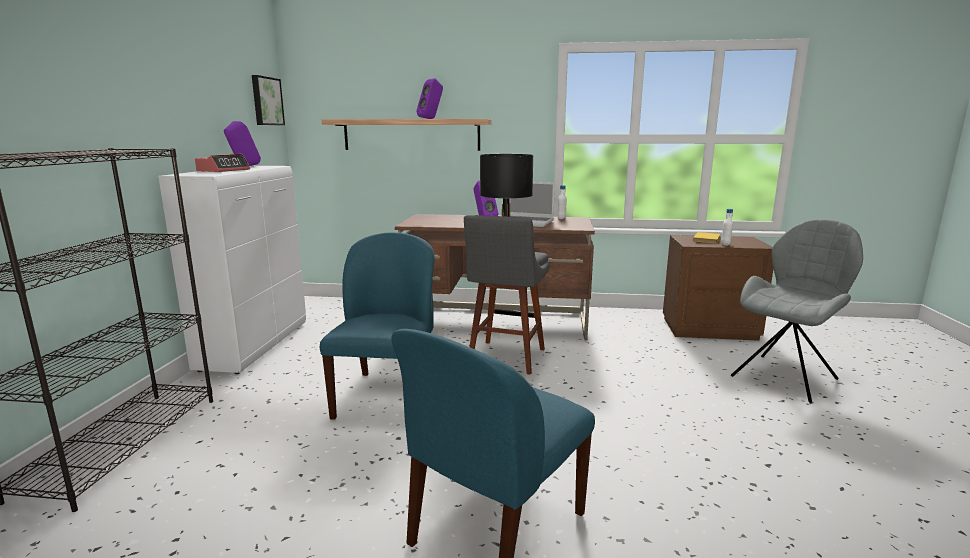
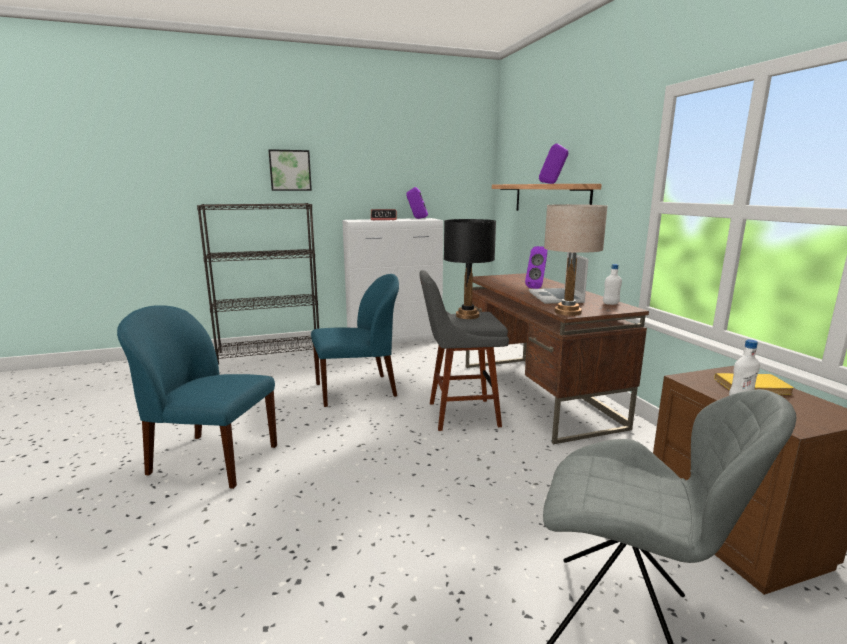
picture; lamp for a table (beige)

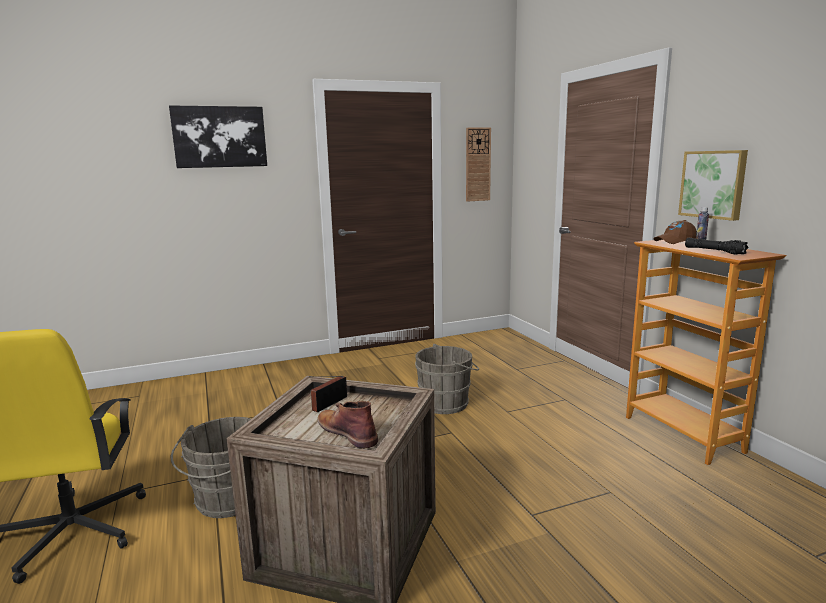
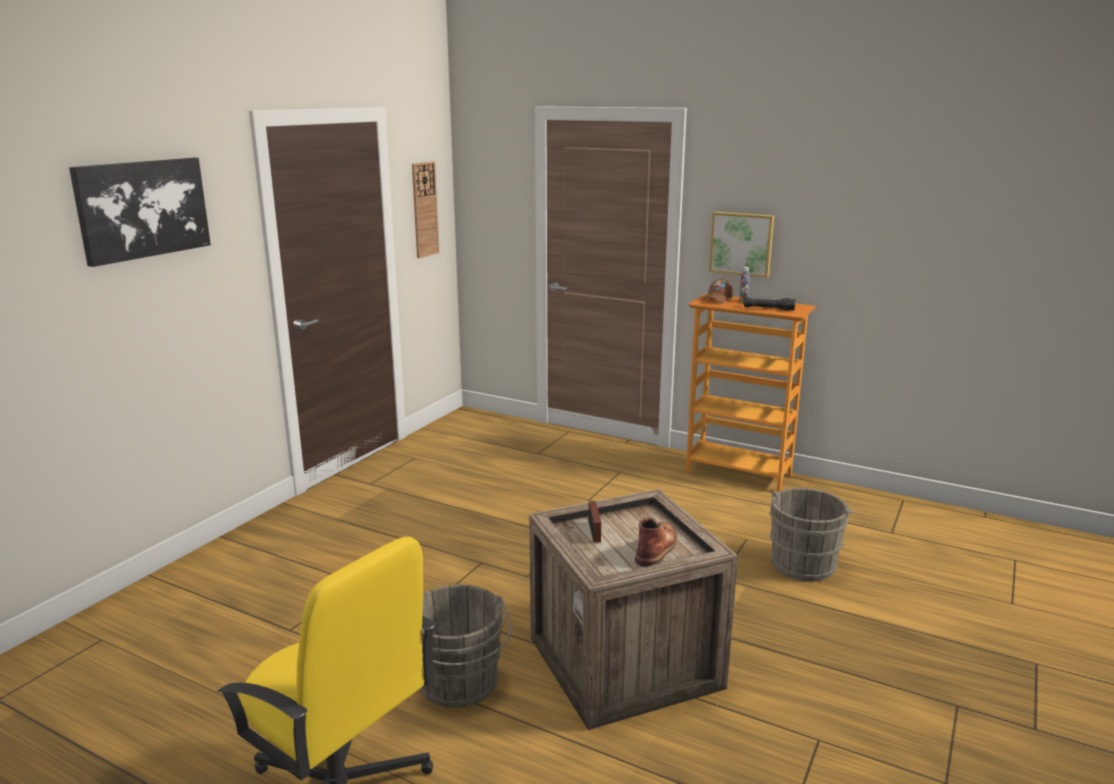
pail (gray) (2nd from left); boot (brown-coloured)

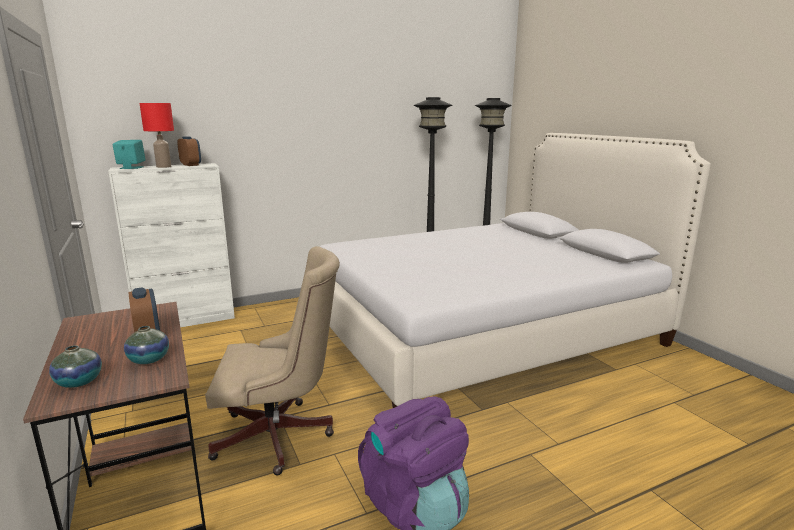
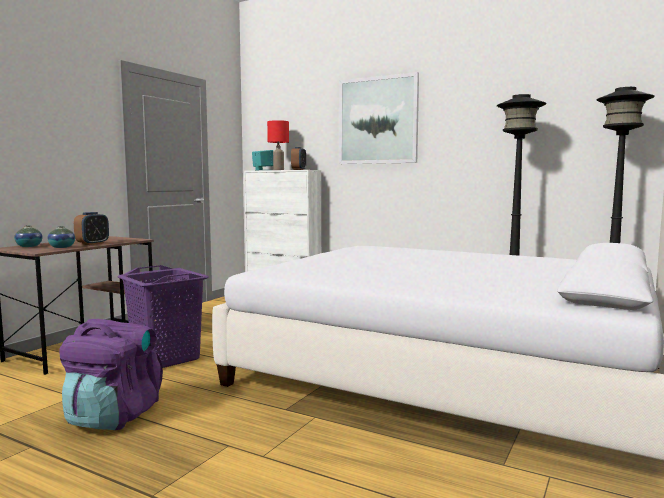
washing basket (purple-coloured); picture

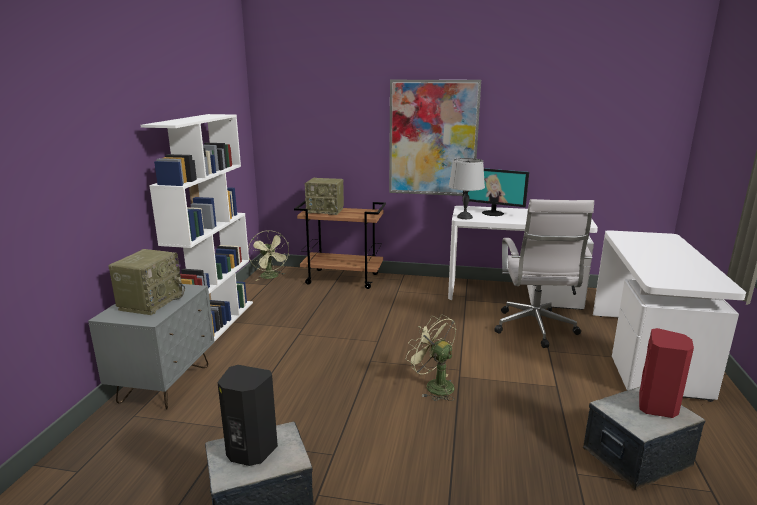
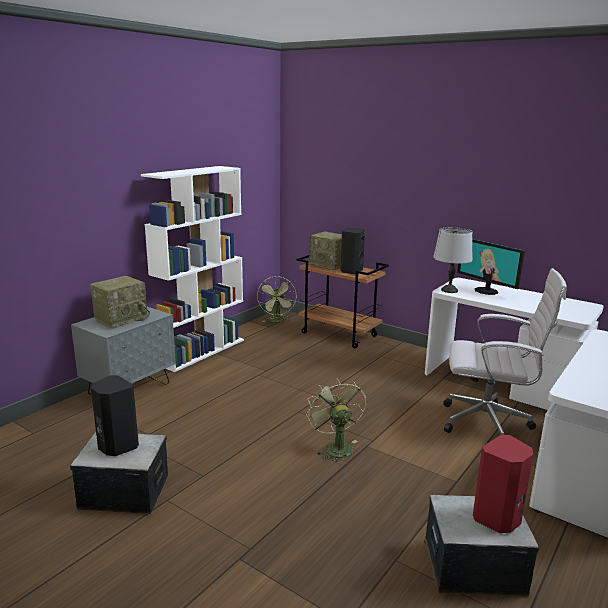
picture; desk chair (whitish); loudspeaker (black) (2nd from left)

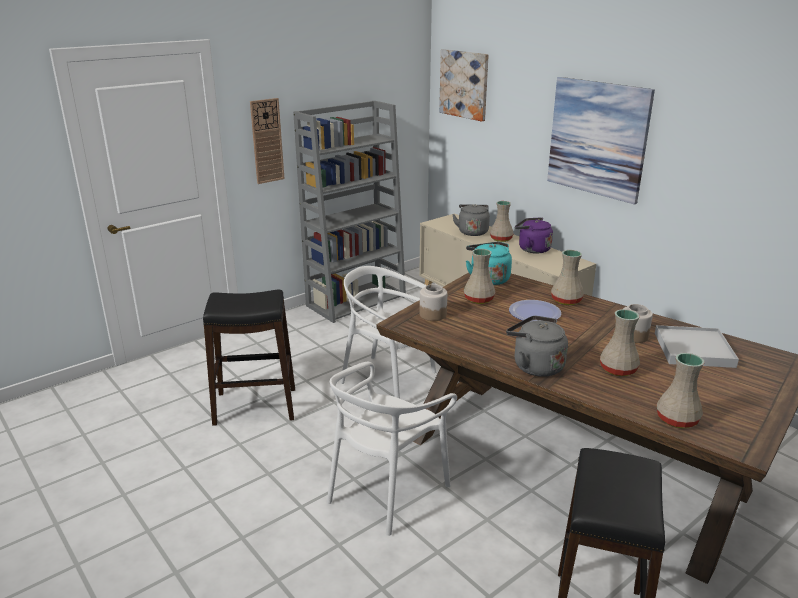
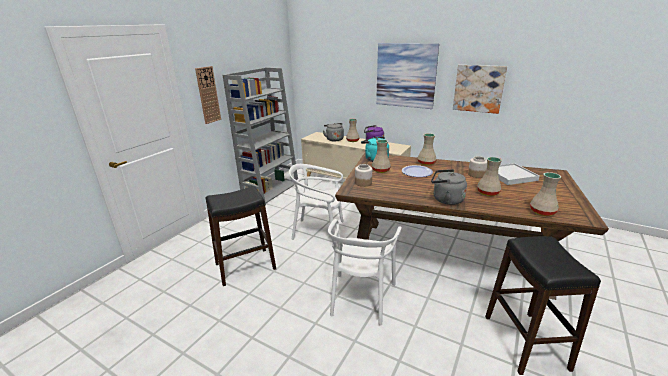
picture (2nd from left)

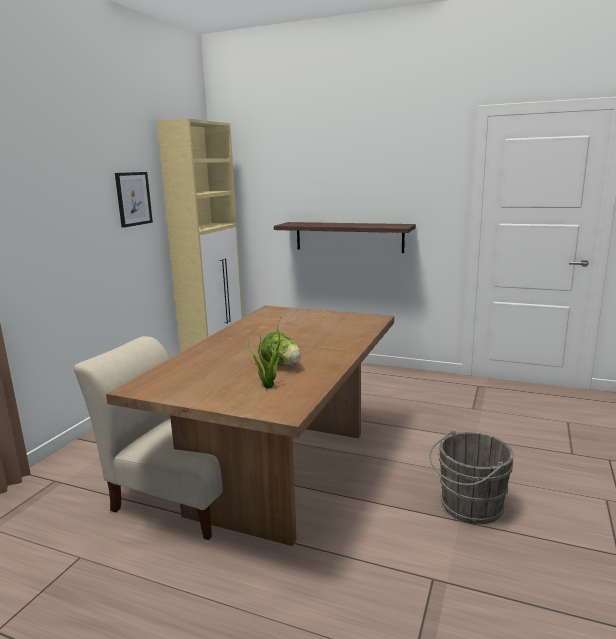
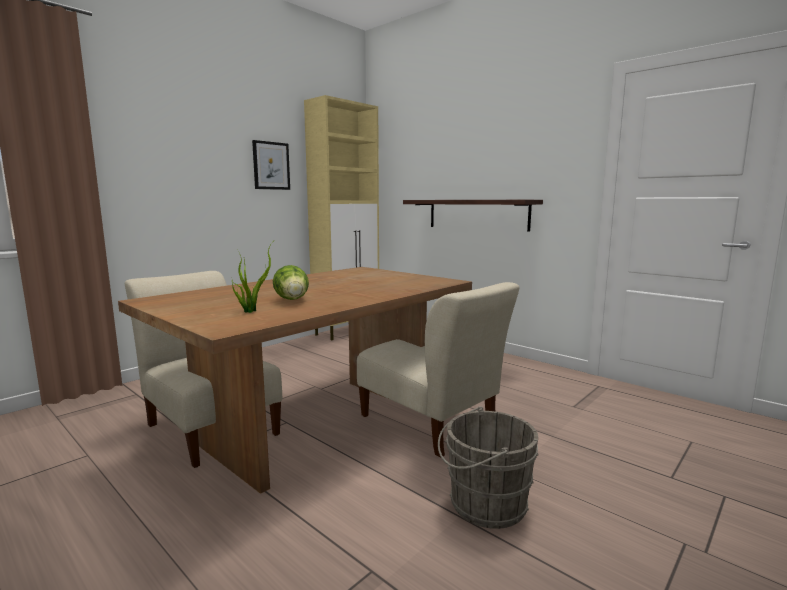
plain chair (beige) (2nd from left)

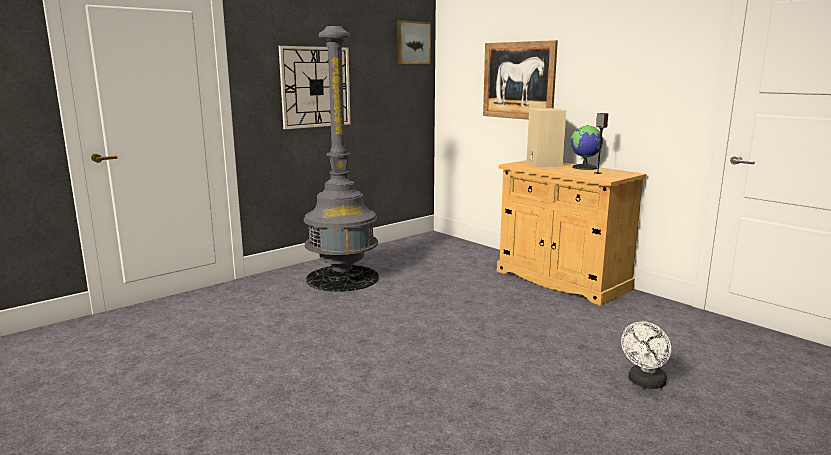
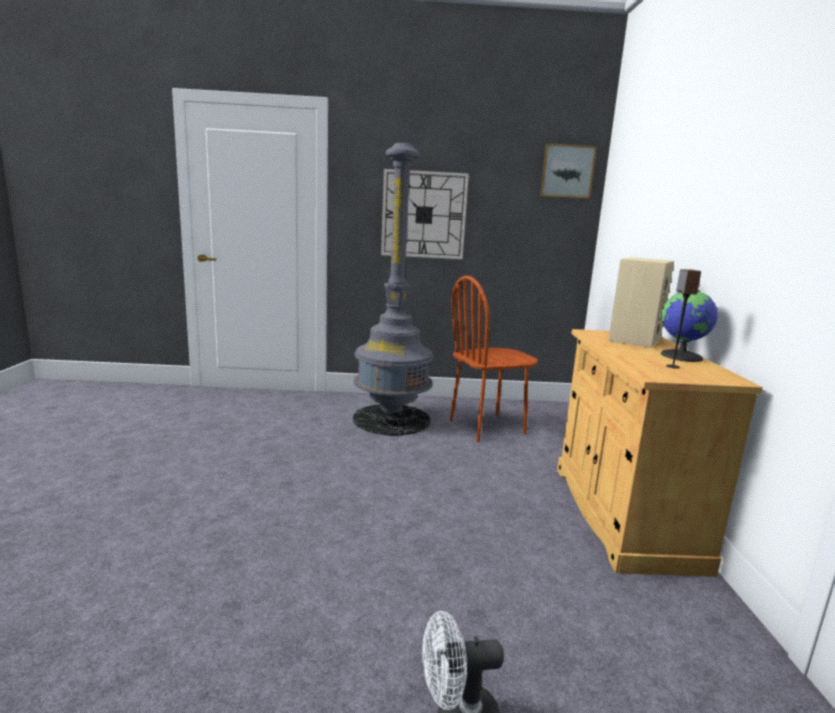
picture (2nd from left in the first image); plain chair (brown-coloured)

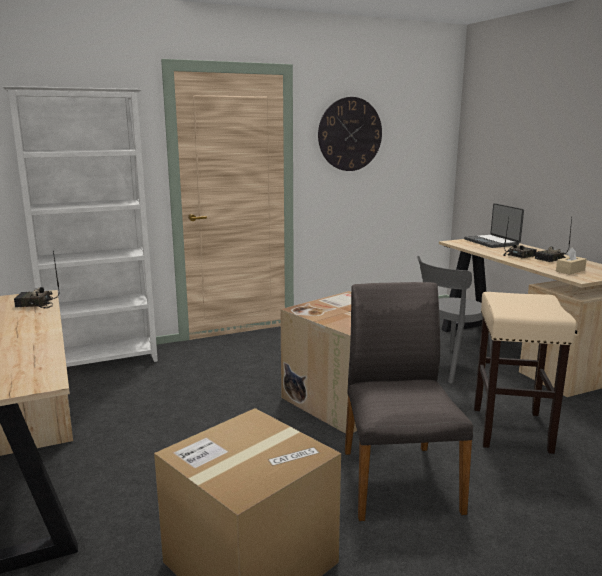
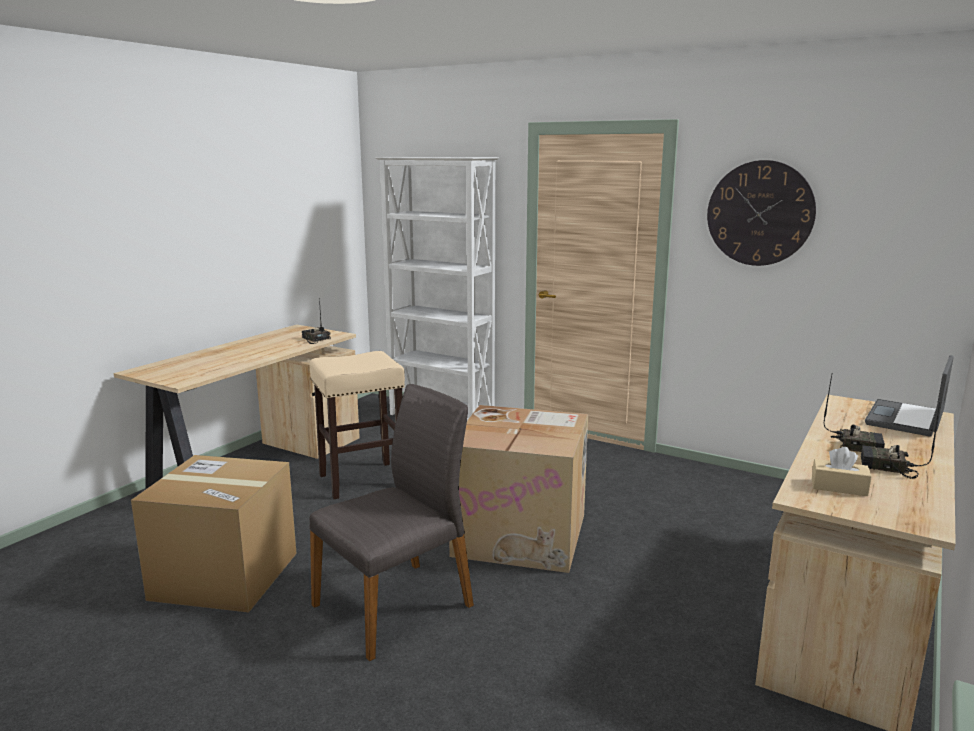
plain chair (gray) (2nd from left in the first image); stool (beige)

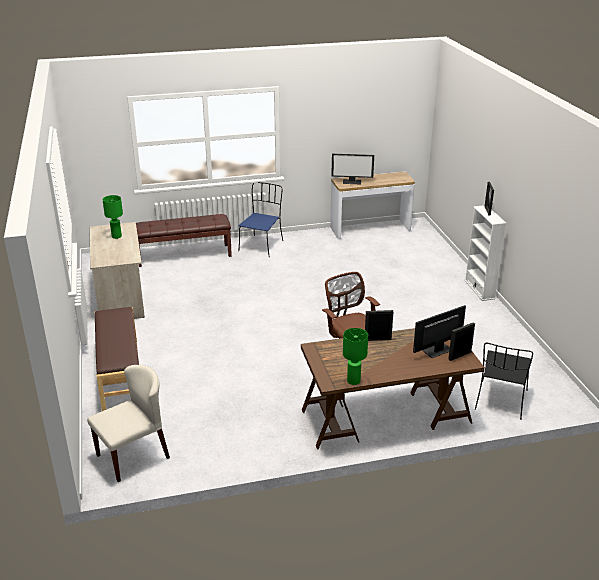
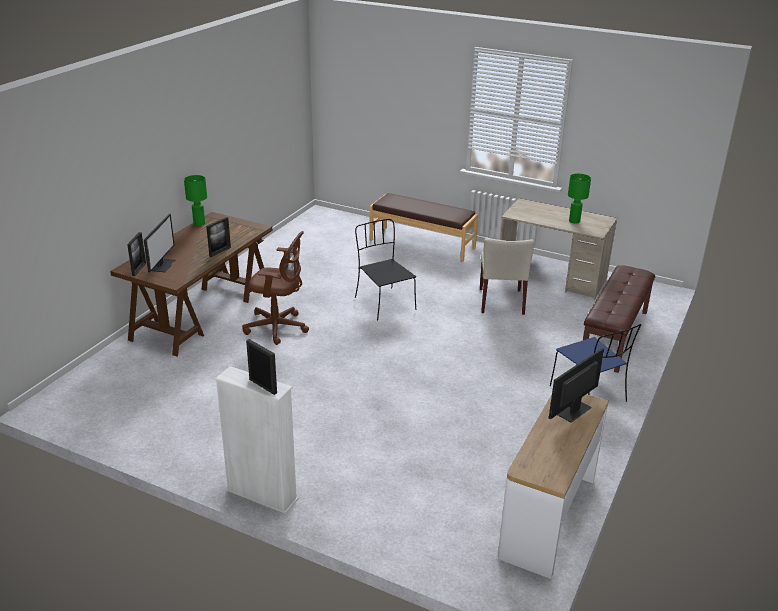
plain chair (black); plain chair (beige)

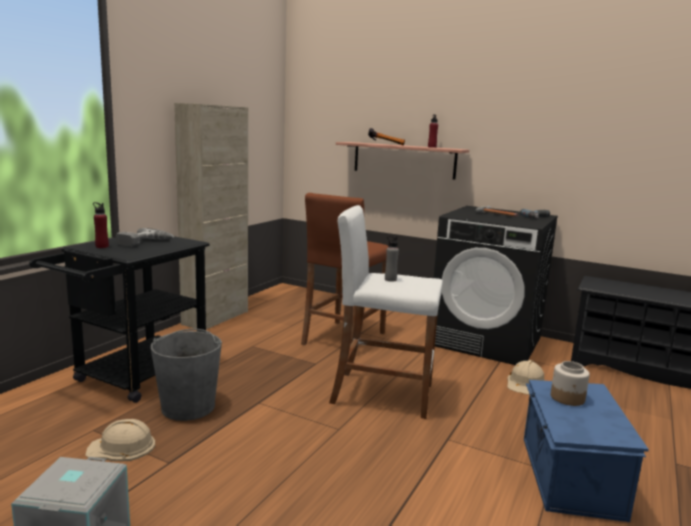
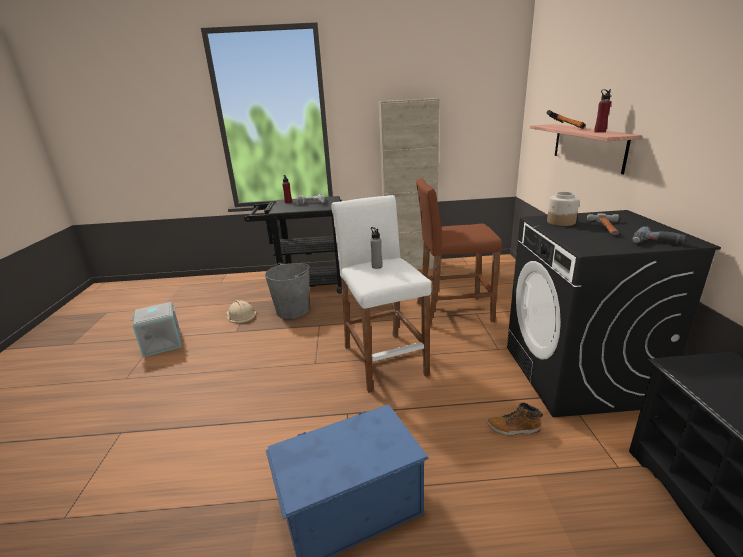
boot; preserve jar

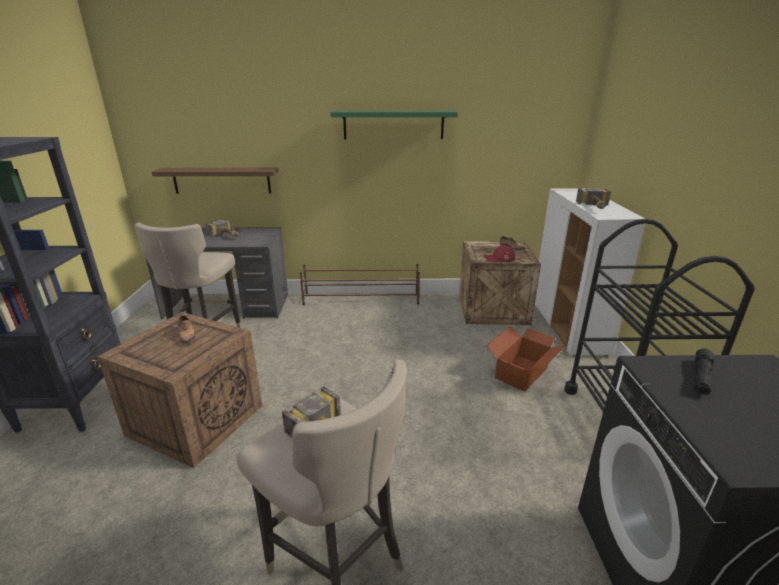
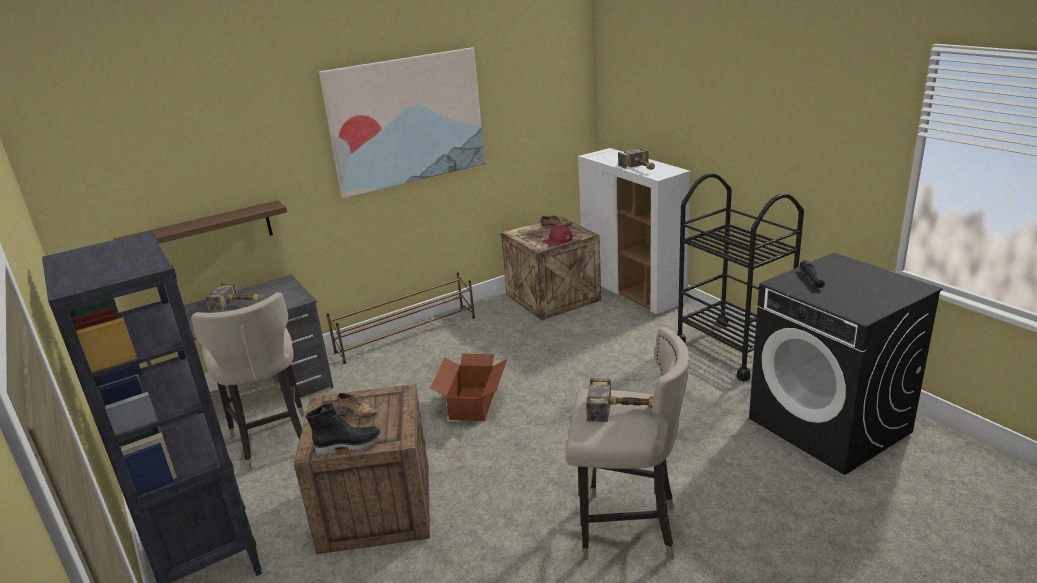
picture; cardboard box; boot (black)

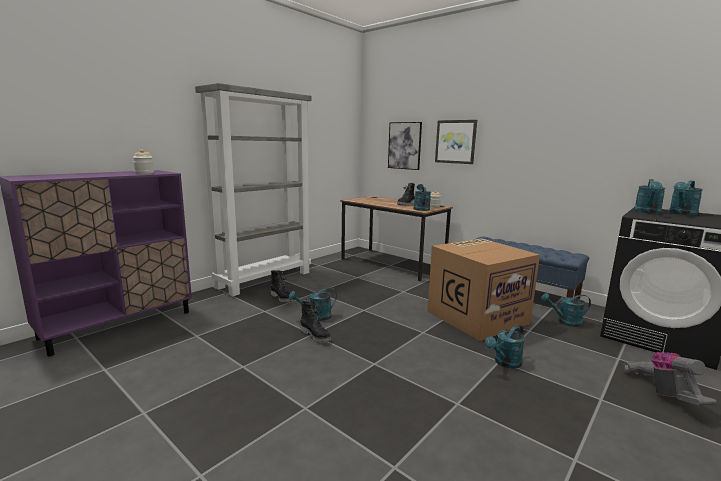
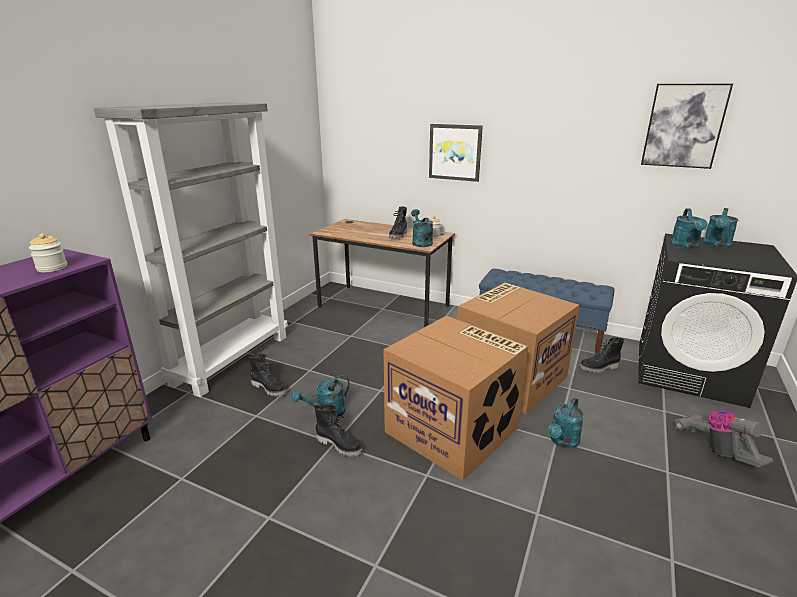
picture (2nd from left); boot (black) (4th from left); cardboard box (1st from left)

